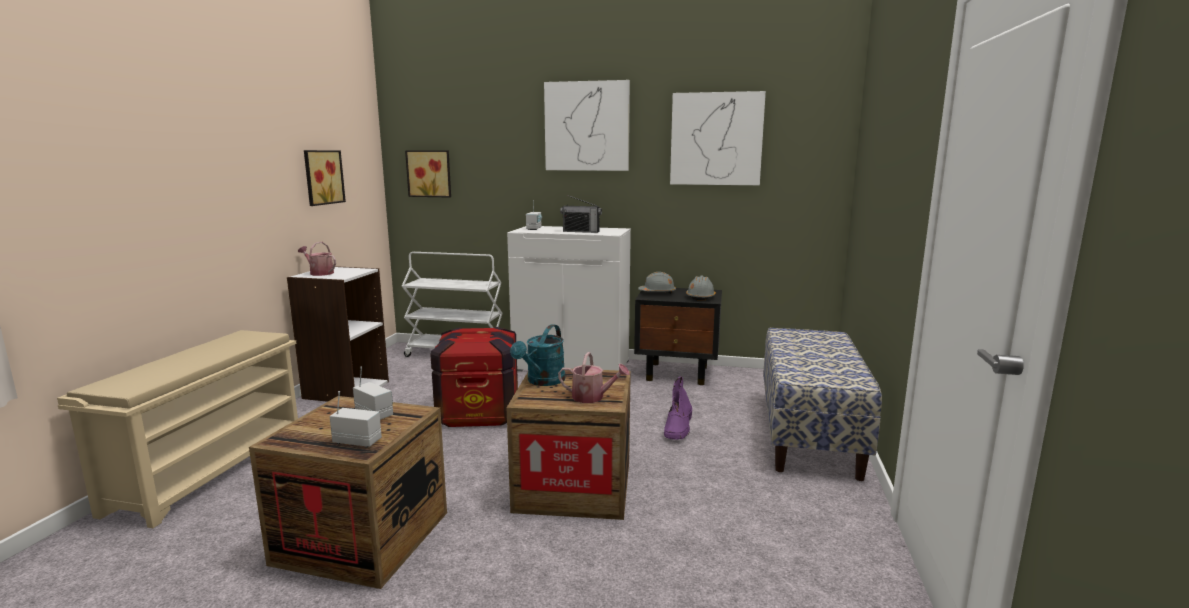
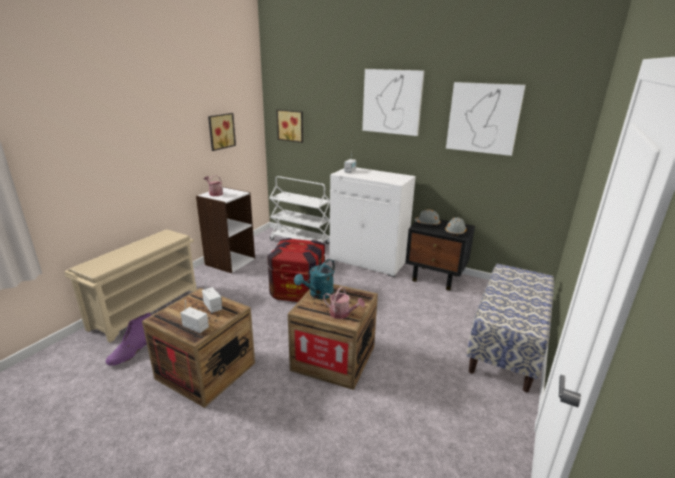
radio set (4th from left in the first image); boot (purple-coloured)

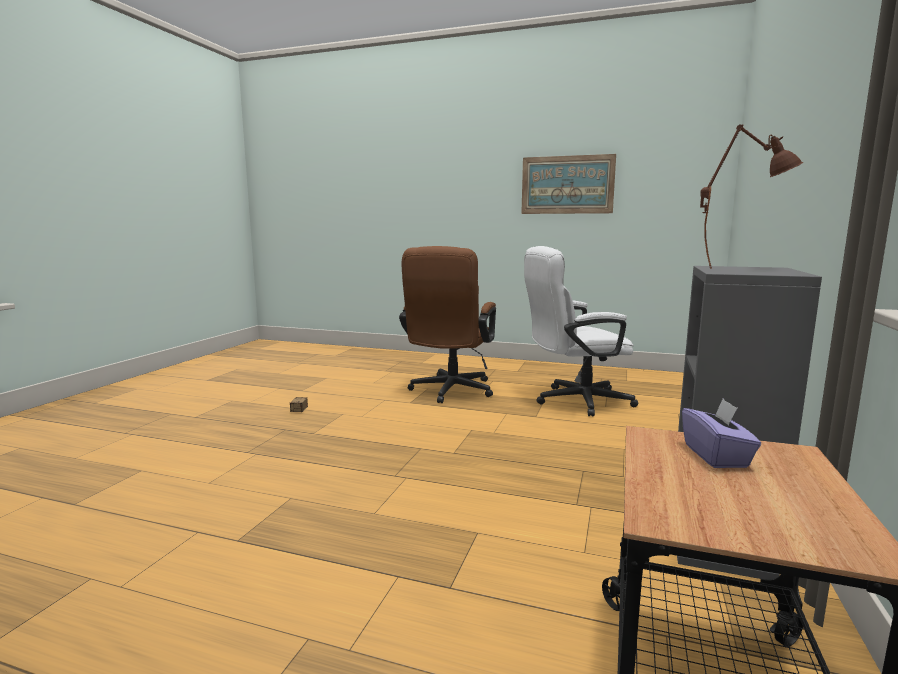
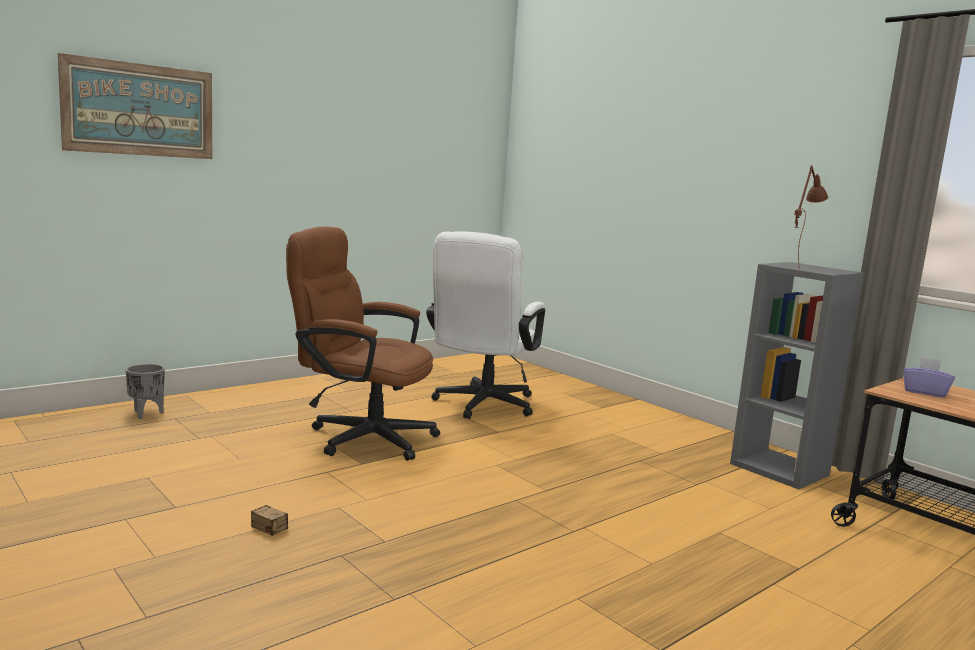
picture; desk chair (brown-coloured); flower pot (gray)

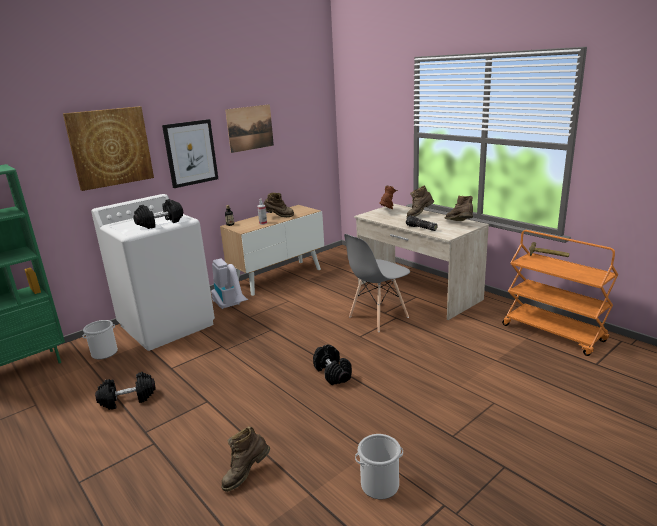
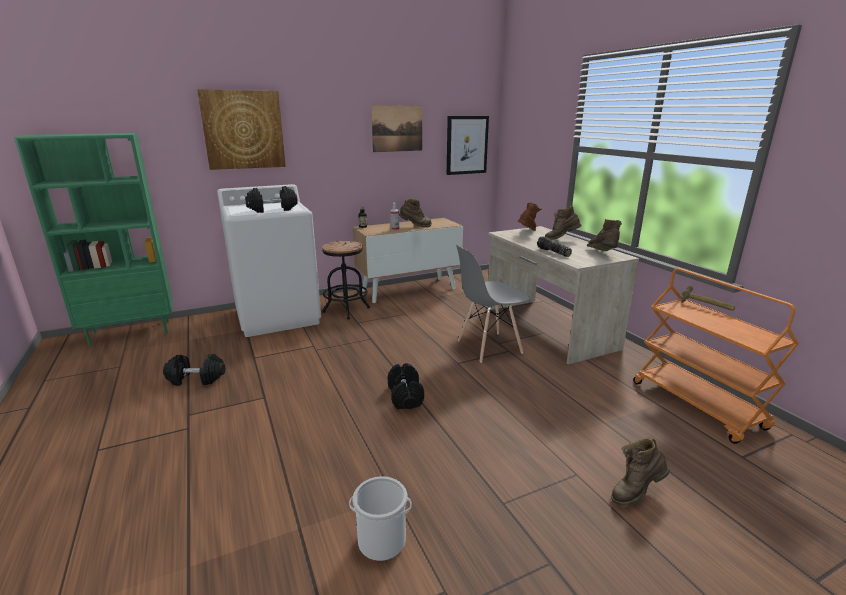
picture (3rd from left); stool (black); pail (1st from left in the first image); boot (brown-coloured) (5th from left)

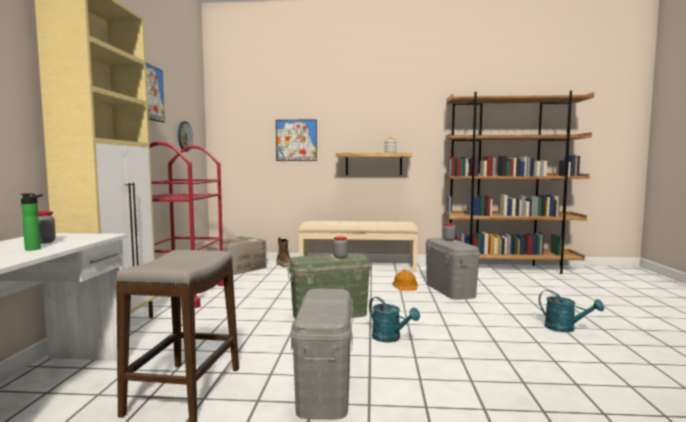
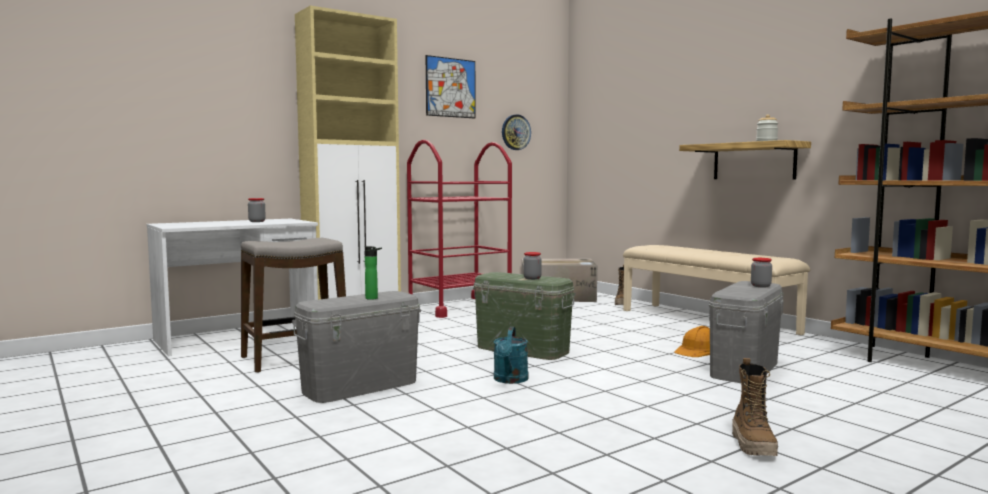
picture (2nd from left in the first image); drink bottle; boot (2nd from left)

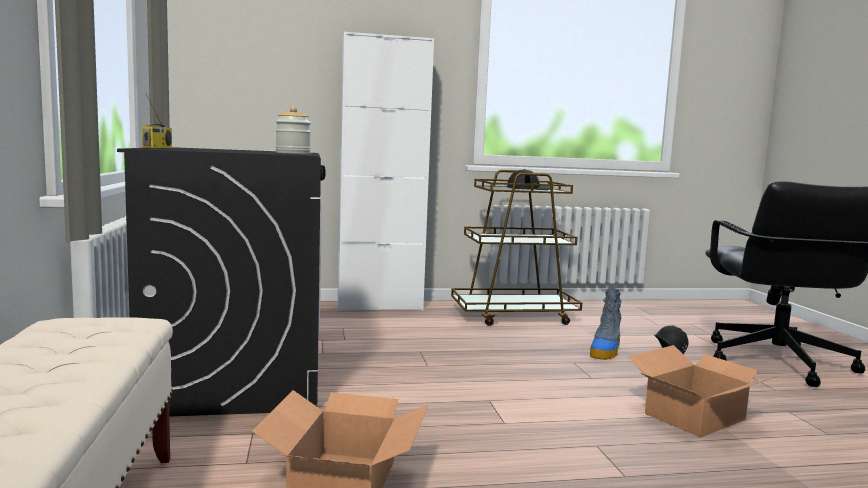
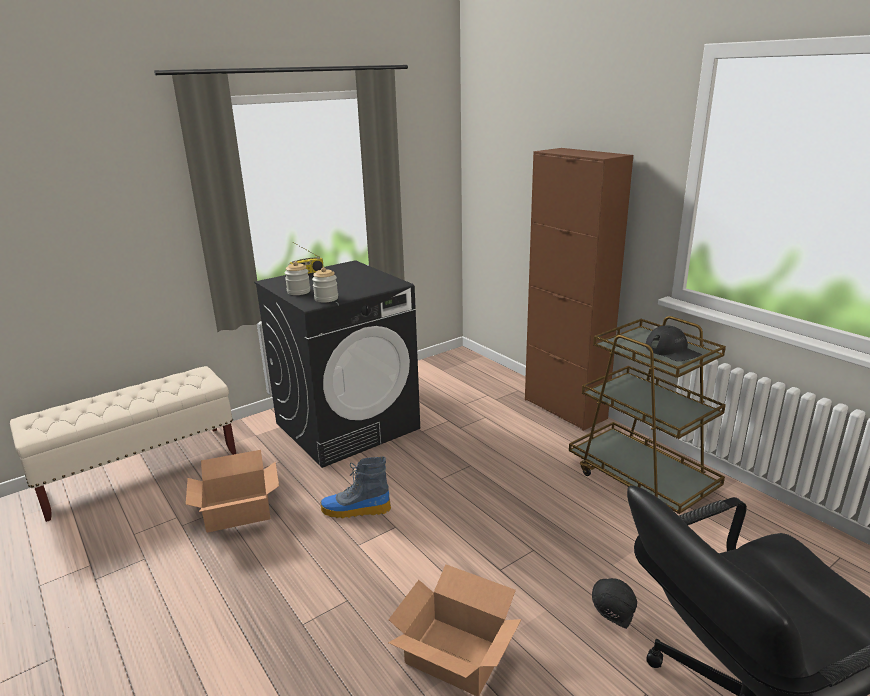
cupboard (brown-coloured); boot; preserve jar (1st from left)

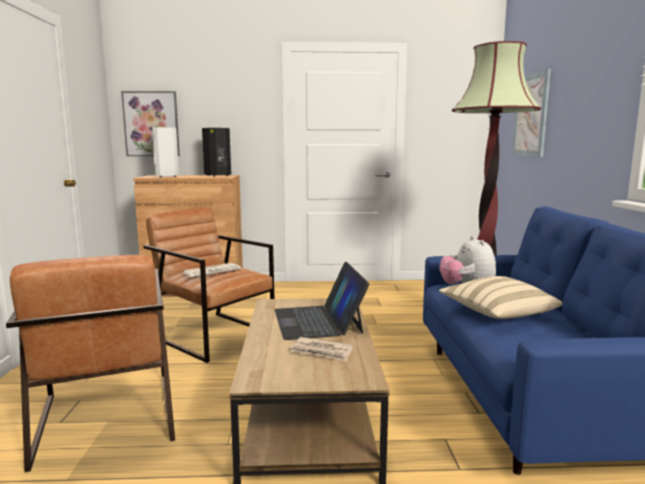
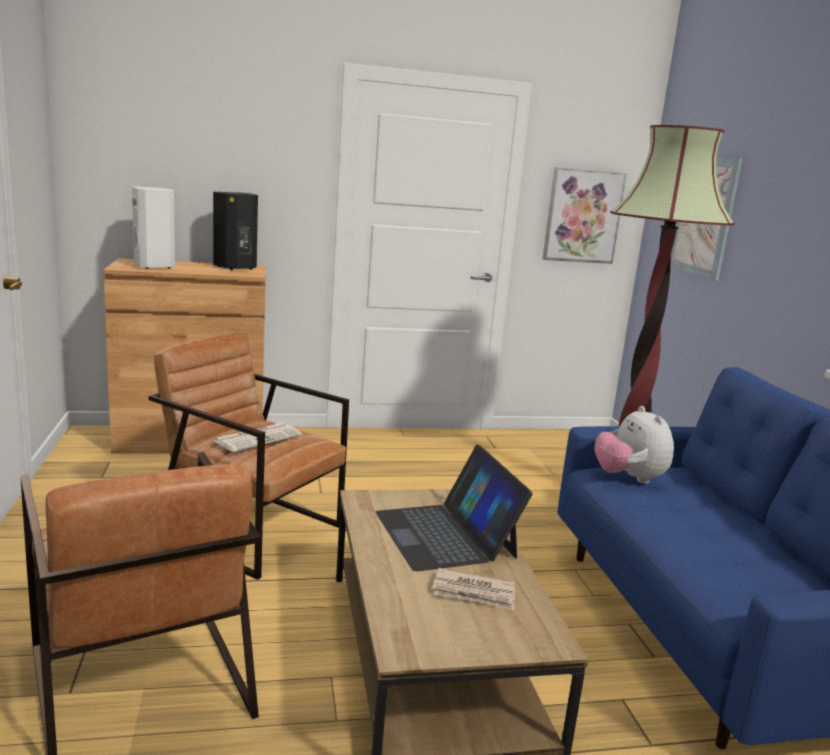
picture (1st from left); pillow (beige)

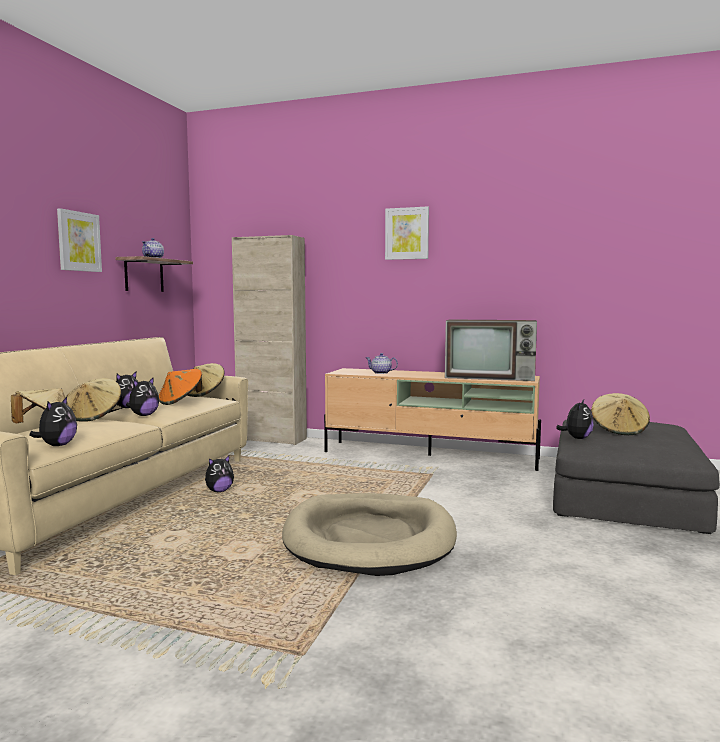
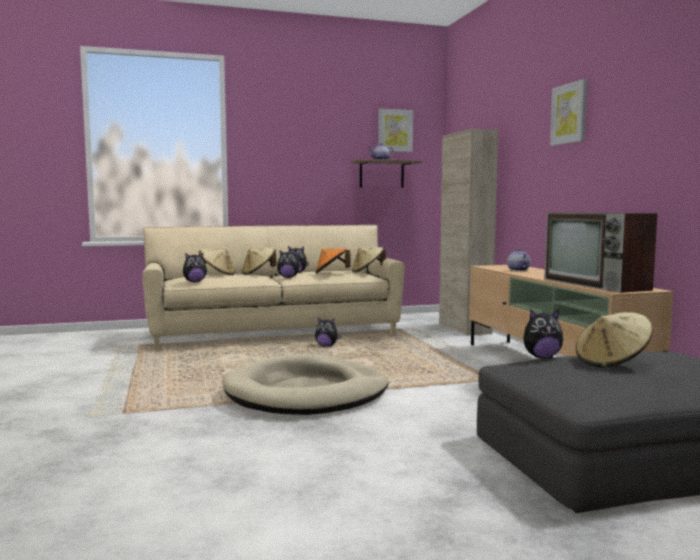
picture (1st from left)

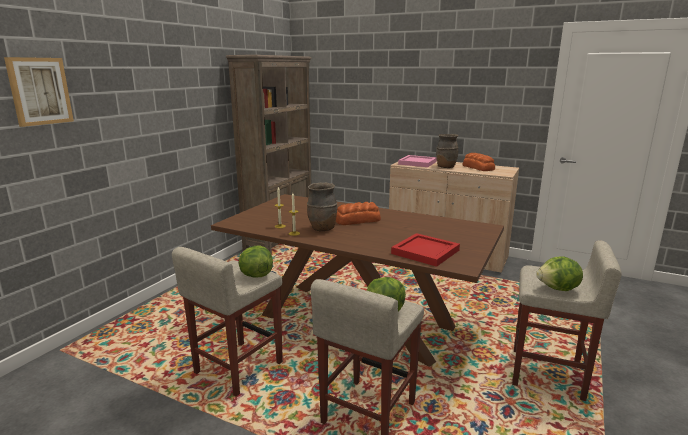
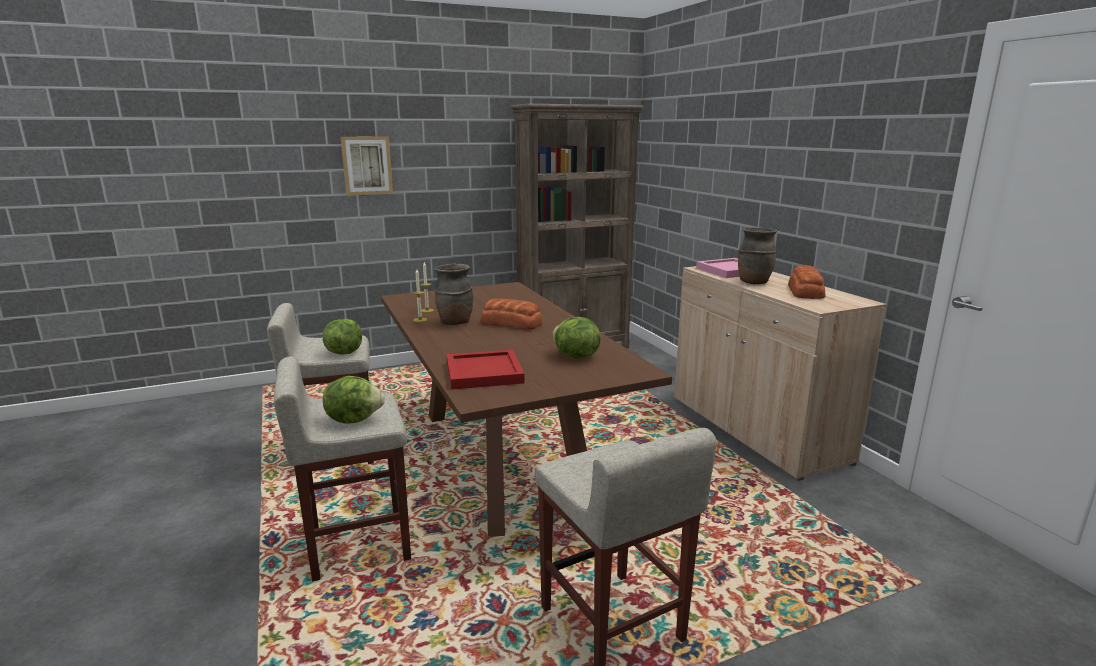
picture; lettuce (3rd from left)

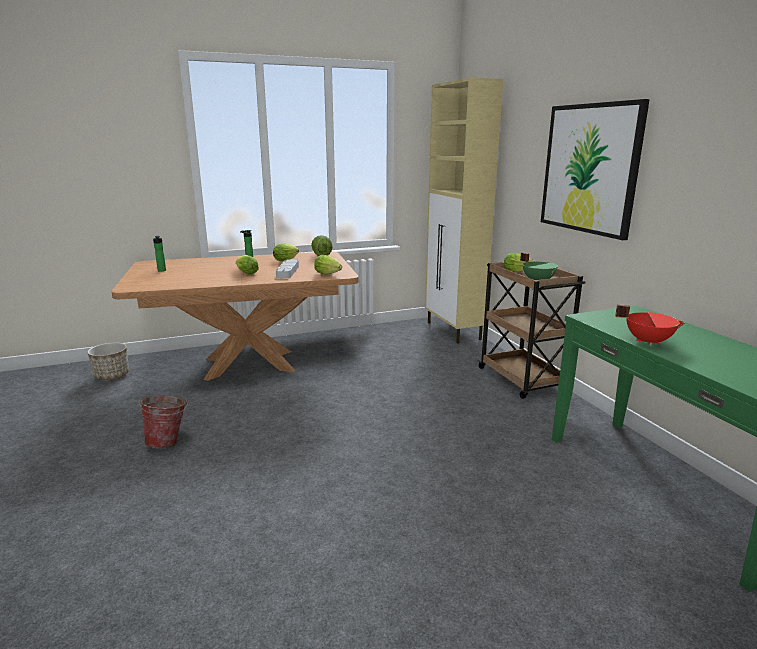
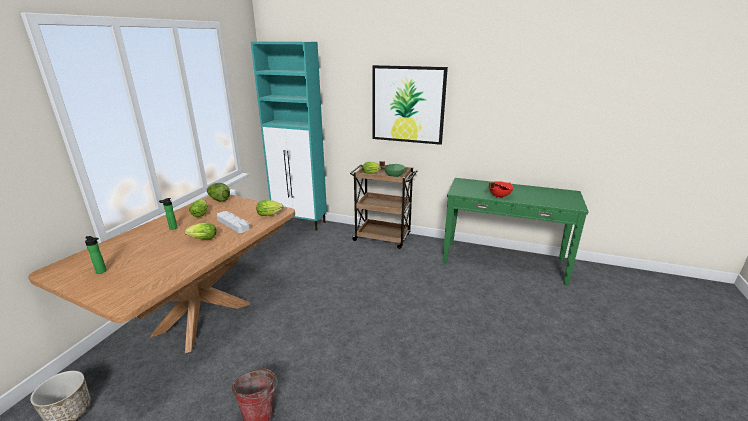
cupboard (turquoise)

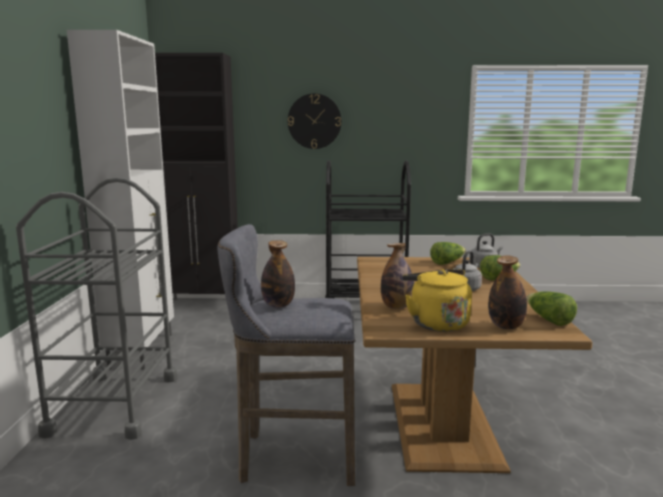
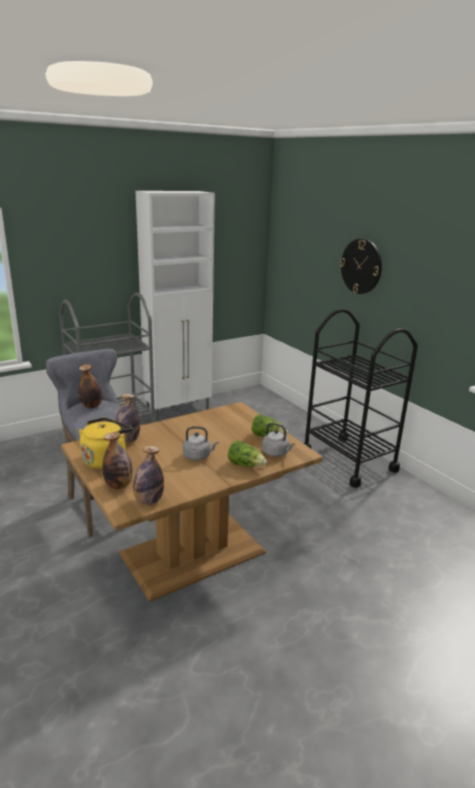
cupboard (black); drink bottle (4th from left)

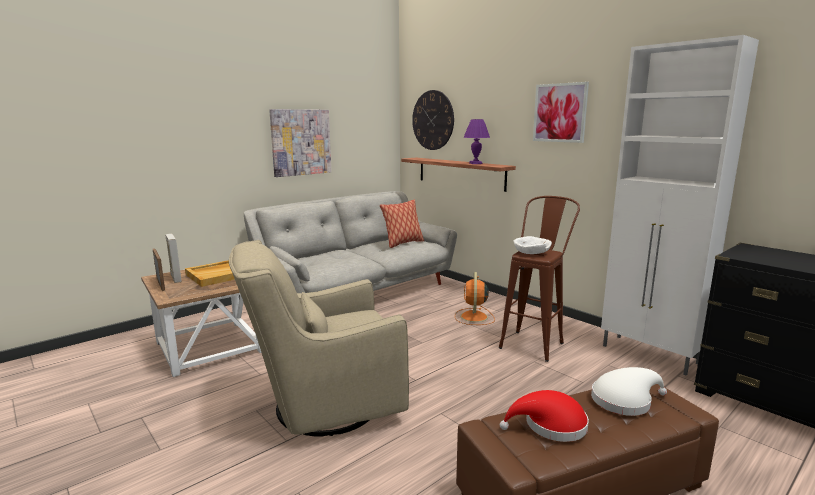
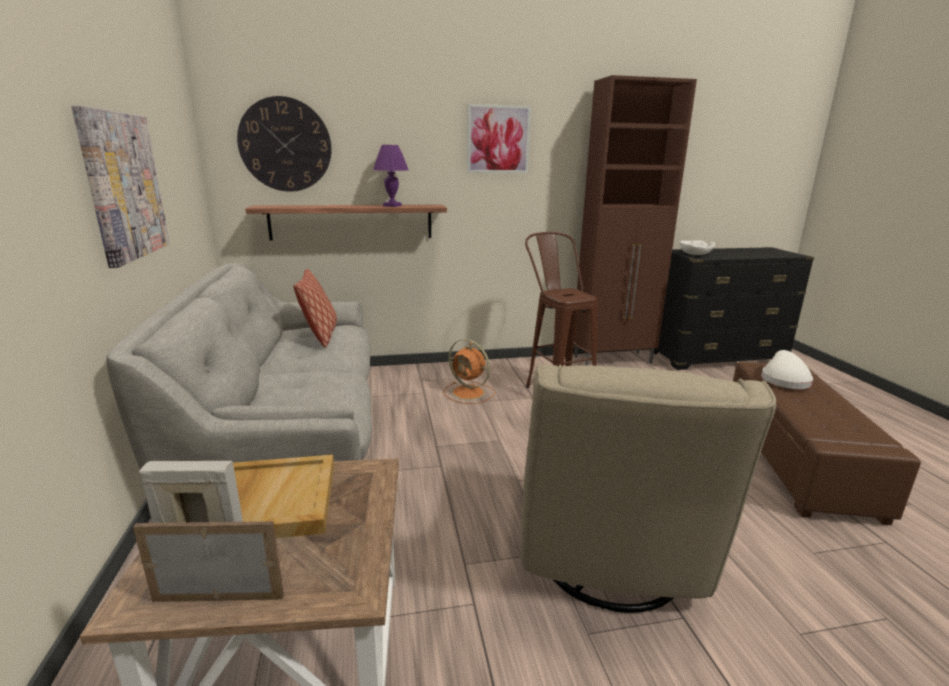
cupboard (brown-coloured); deep dish (whitish); hat (reddish)

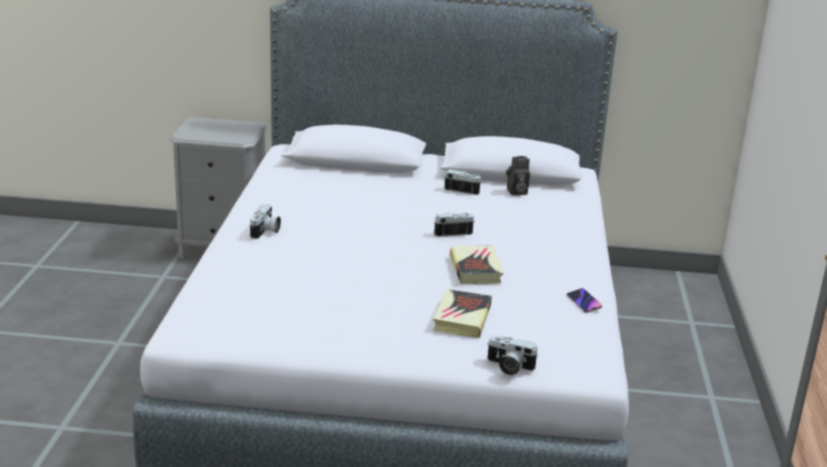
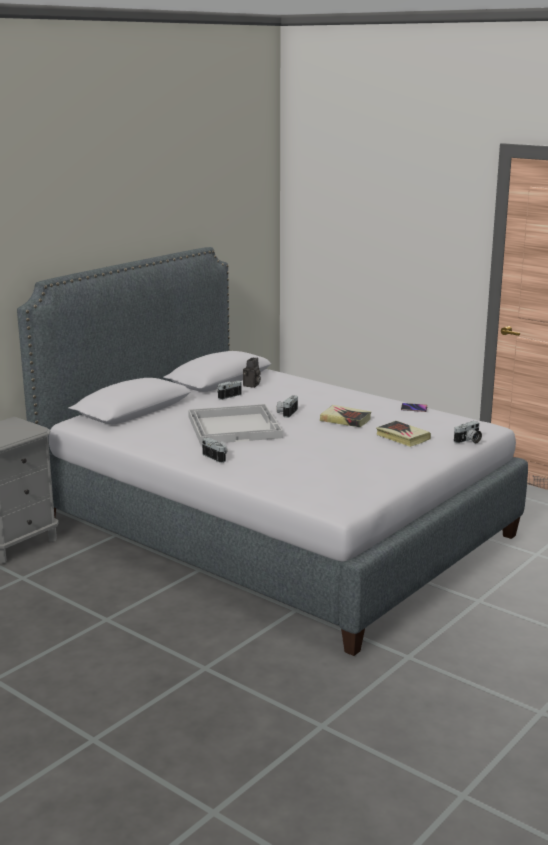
serving tray (whitish)

